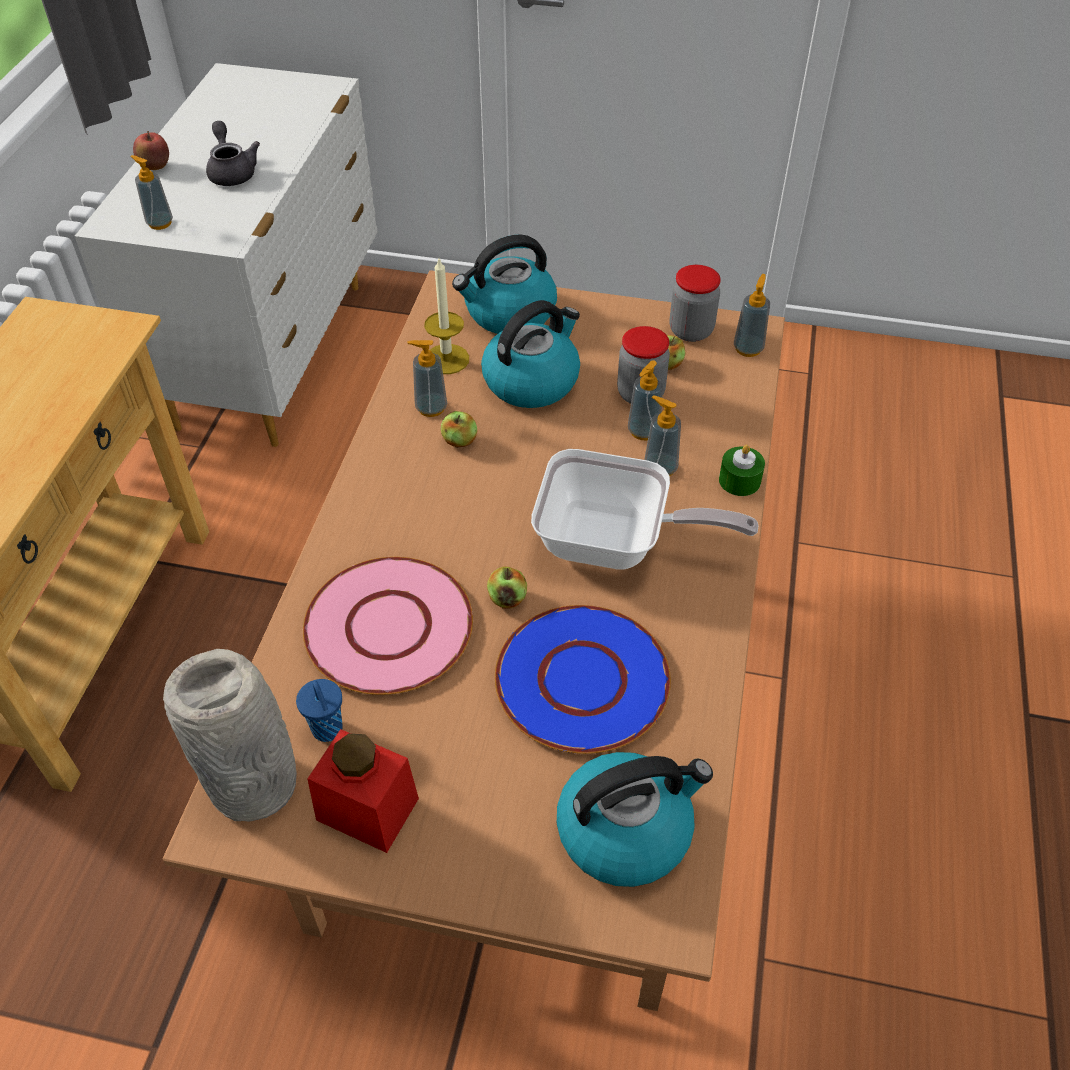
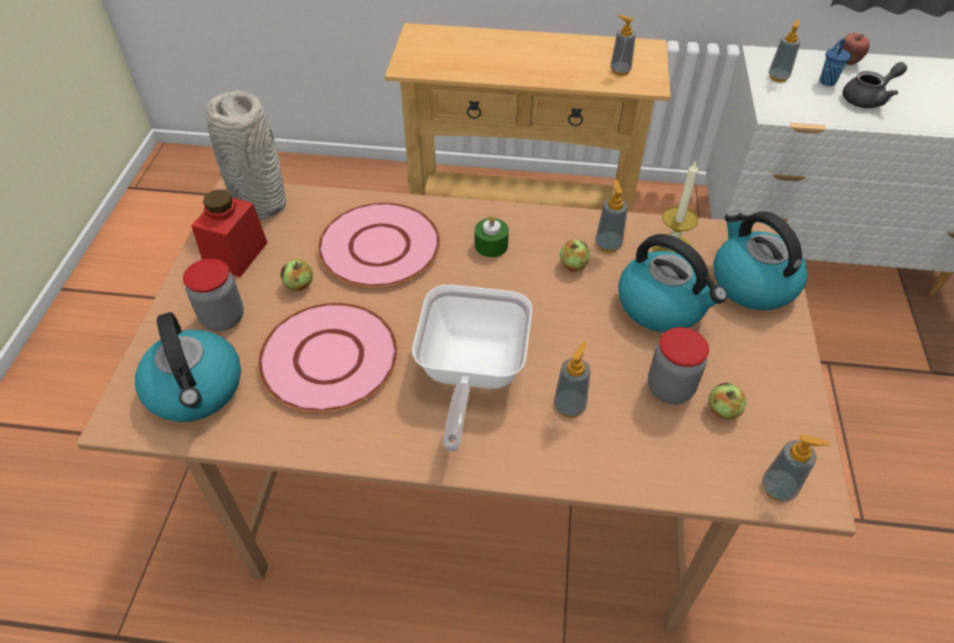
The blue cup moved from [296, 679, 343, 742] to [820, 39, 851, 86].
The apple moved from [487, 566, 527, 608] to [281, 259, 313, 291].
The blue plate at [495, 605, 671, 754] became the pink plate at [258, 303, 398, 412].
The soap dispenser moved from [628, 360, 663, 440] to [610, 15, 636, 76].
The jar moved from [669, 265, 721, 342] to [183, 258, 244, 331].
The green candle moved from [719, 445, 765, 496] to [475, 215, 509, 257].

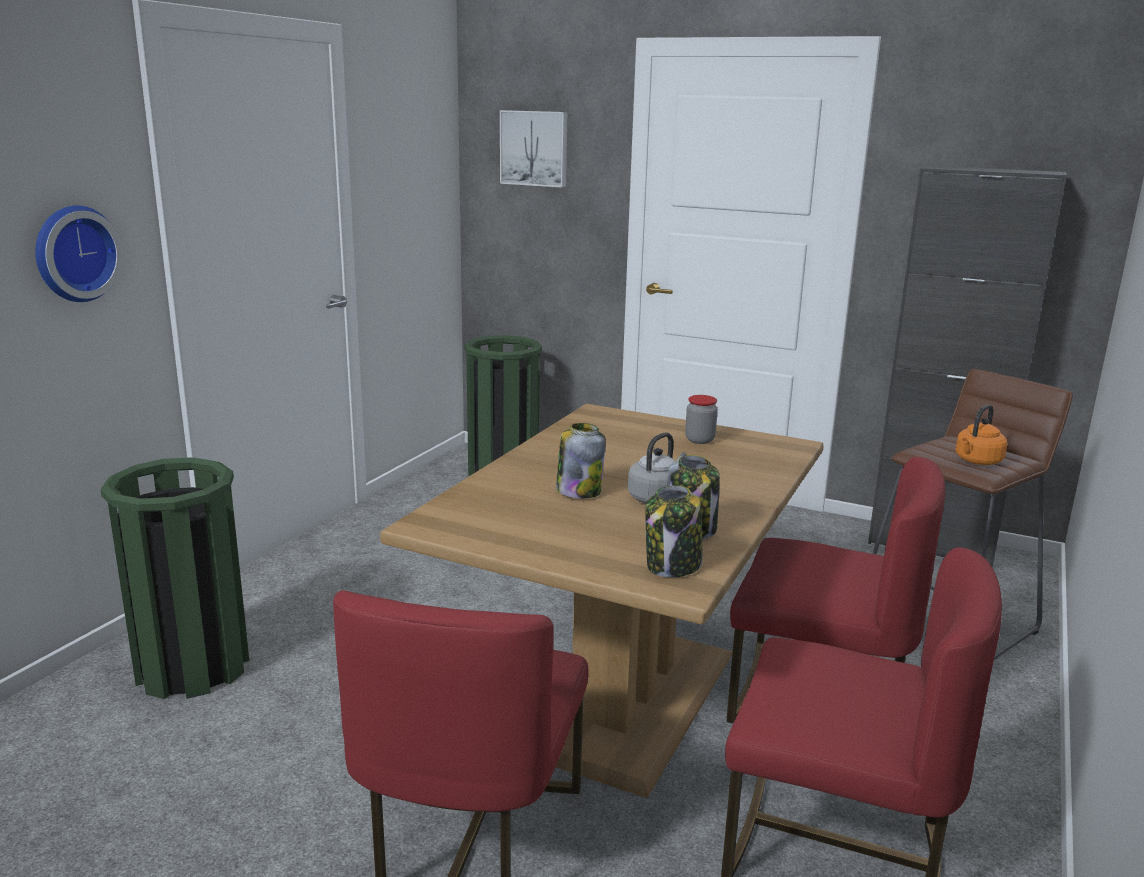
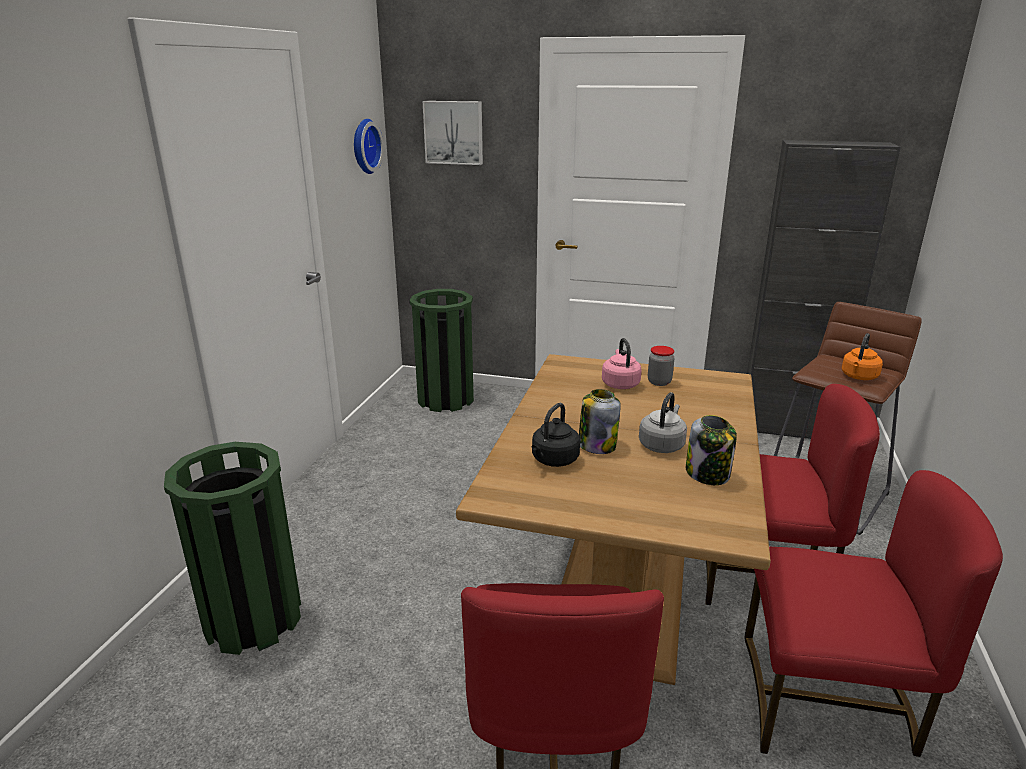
The wall clock moved from [36, 206, 123, 302] to [354, 119, 383, 174].
The jar at [645, 485, 702, 578] disappeared.
The black kettle at [532, 403, 580, 467] appeared.
The pink kettle at [602, 338, 642, 389] appeared.

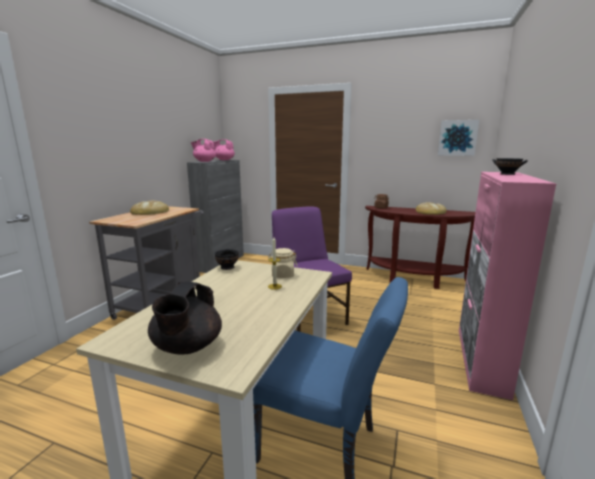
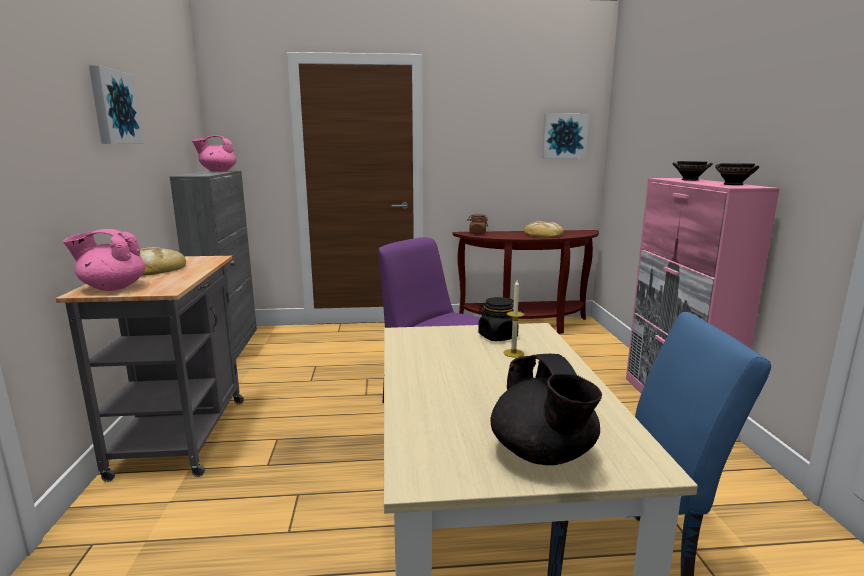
The pink teapot moved from [191, 139, 216, 162] to [63, 229, 145, 291].
The black bowl moved from [214, 249, 239, 270] to [715, 163, 759, 185].
The beige jar at [268, 248, 297, 278] became the black jar at [478, 297, 519, 341].
The picture at [89, 65, 144, 144] appeared.

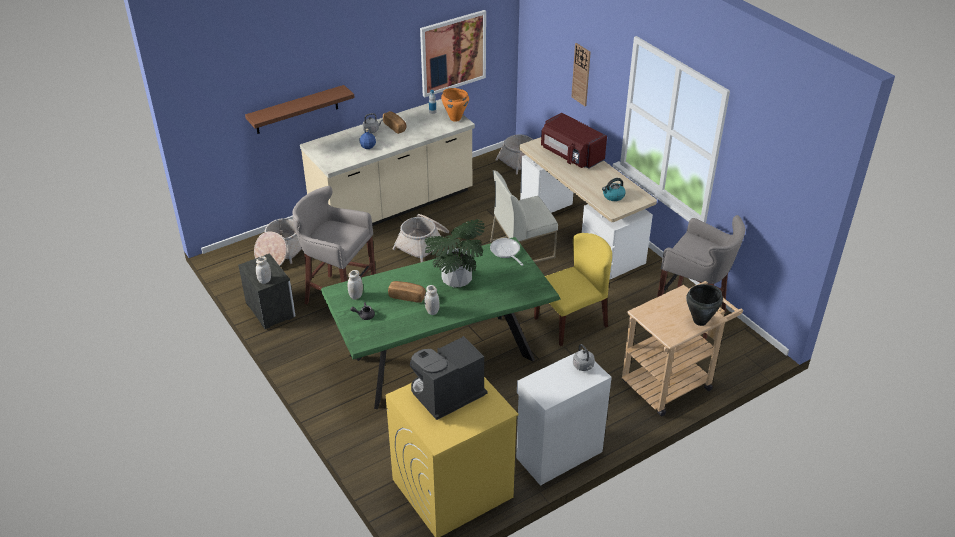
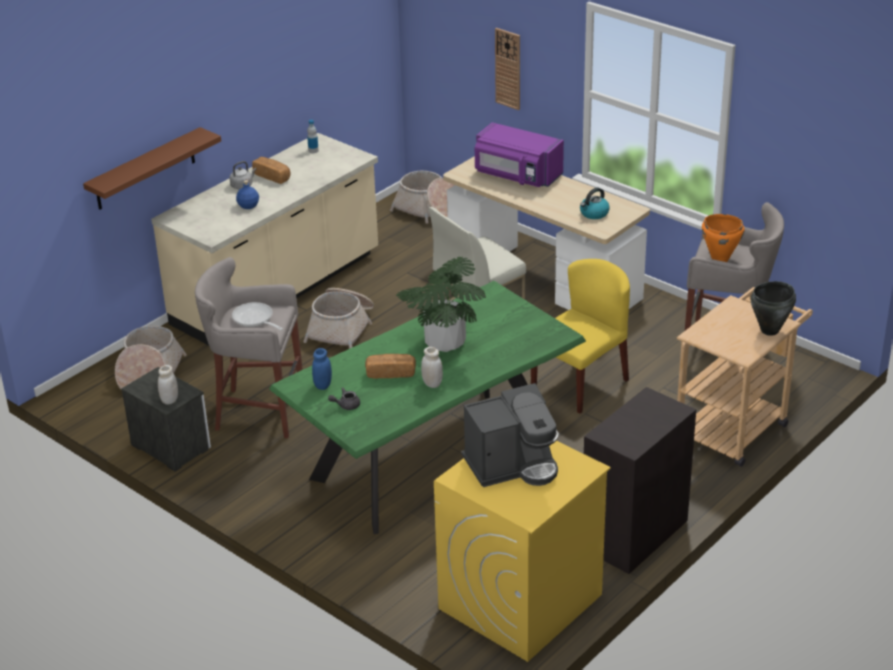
The white jar at [348, 270, 363, 300] became the blue jar at [312, 348, 332, 390].
The coffee machine at [410, 336, 487, 420] turned 150 degrees counterclockwise.
The picture at [420, 10, 486, 97] disappeared.
The orange cooking pot moved from [441, 88, 469, 122] to [702, 214, 744, 262].
The frying pan moved from [490, 238, 523, 266] to [232, 302, 283, 330].
The white cabinet at [516, 349, 612, 486] became the black cabinet at [584, 387, 696, 574].
The red microwave at [541, 113, 607, 169] became the purple microwave at [475, 122, 564, 187].
The grey kettle at [573, 344, 595, 371] disappeared.

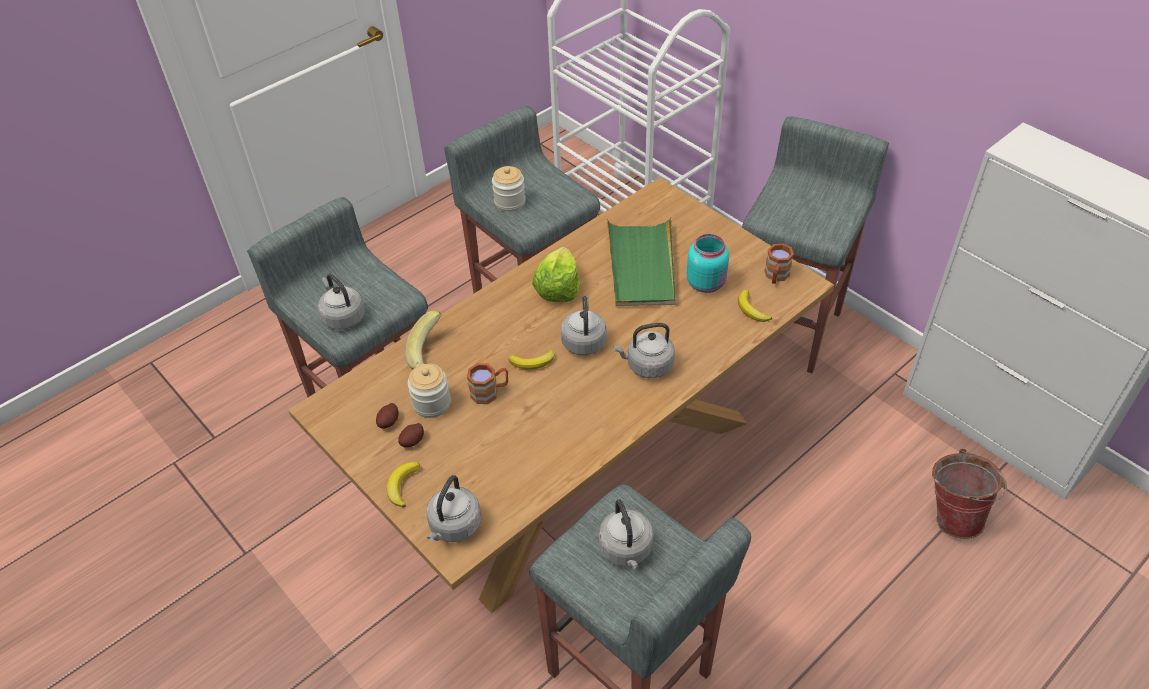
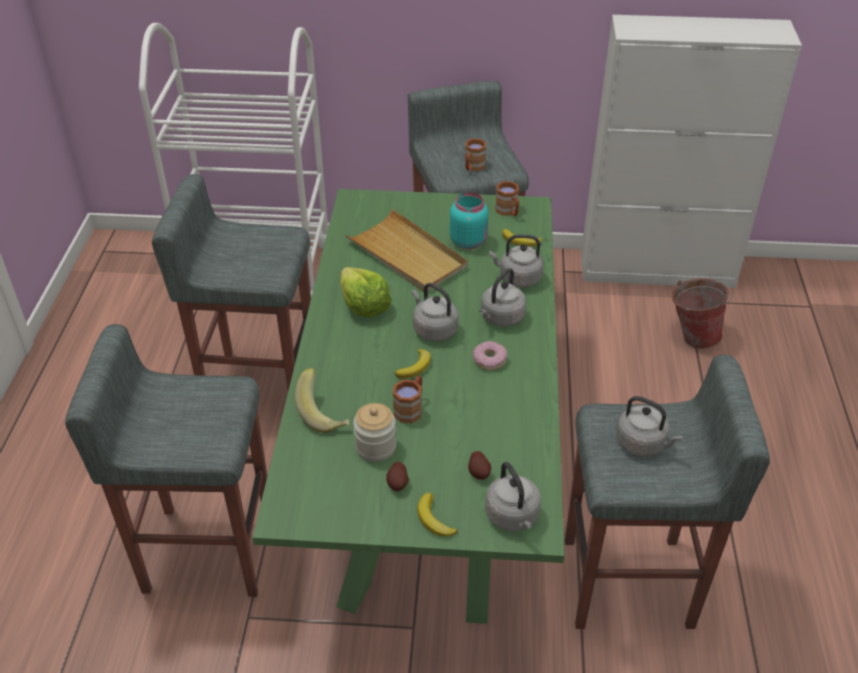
The brown dining table at [288, 177, 834, 613] became the green dining table at [252, 189, 564, 624].
The grey kettle moved from [318, 274, 365, 330] to [489, 234, 544, 287].
The potato moved from [376, 403, 398, 429] to [468, 451, 491, 480].
The jar at [492, 166, 526, 212] disappeared.
The green tray at [607, 217, 676, 306] became the beige tray at [344, 209, 468, 292].
The brown mug at [465, 139, 486, 171] appeared.
The donut at [473, 341, 507, 370] appeared.

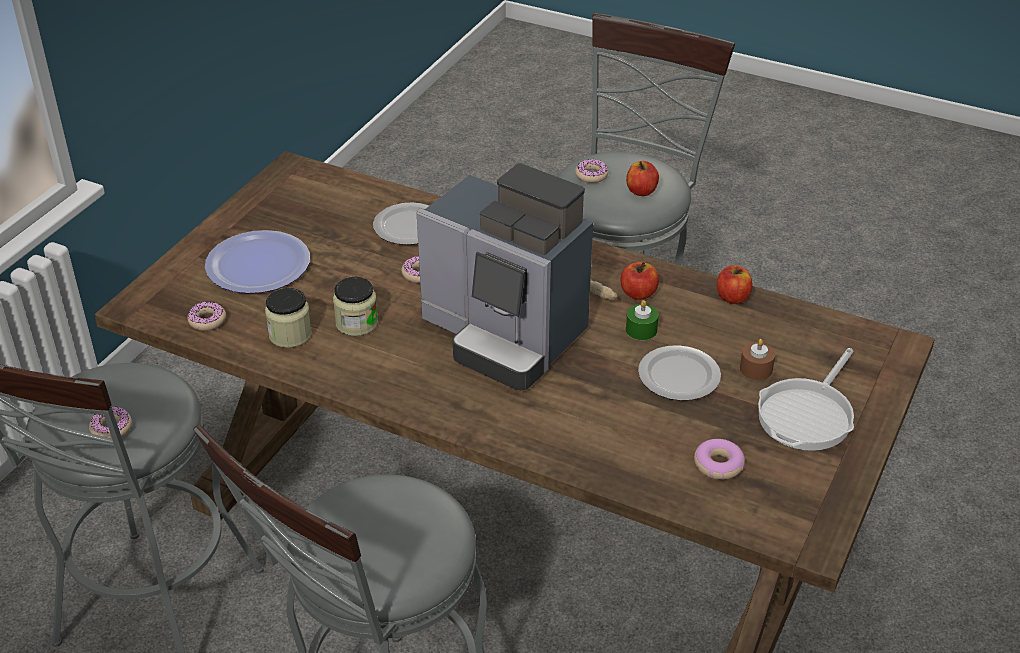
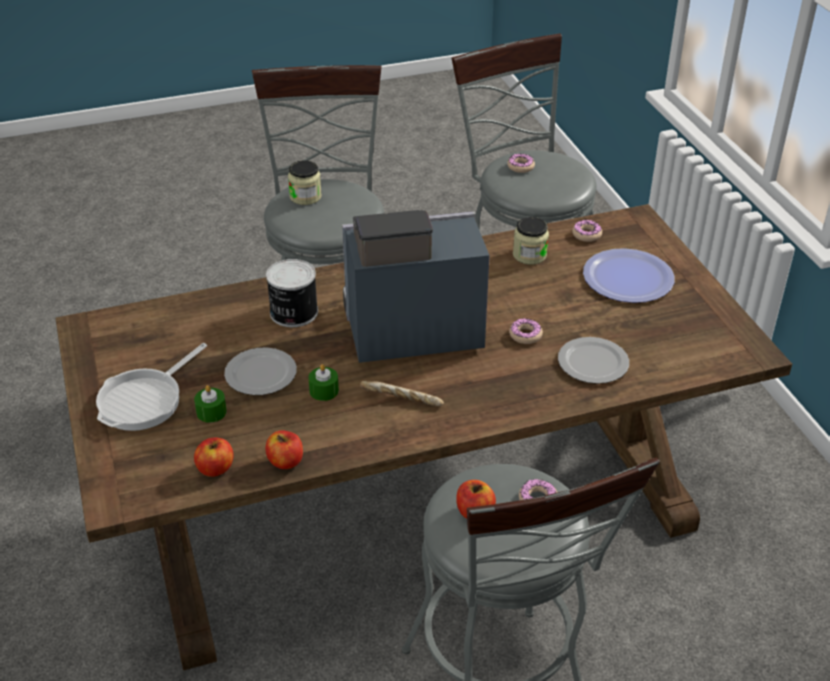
The jar moved from [333, 277, 378, 336] to [288, 160, 322, 205].
The apple moved from [621, 262, 659, 300] to [194, 437, 234, 477].
The donut at [694, 439, 745, 480] disappeared.
The brown candle at [740, 339, 775, 380] became the green candle at [194, 385, 227, 423].
The frying pan at [758, 348, 854, 451] turned 135 degrees counterclockwise.
The can at [266, 259, 318, 327] appeared.

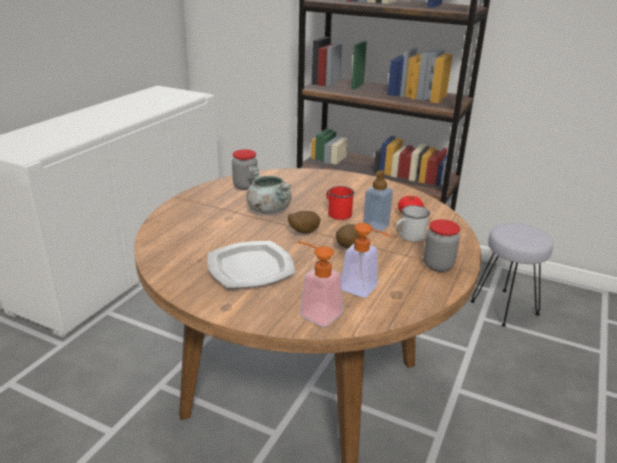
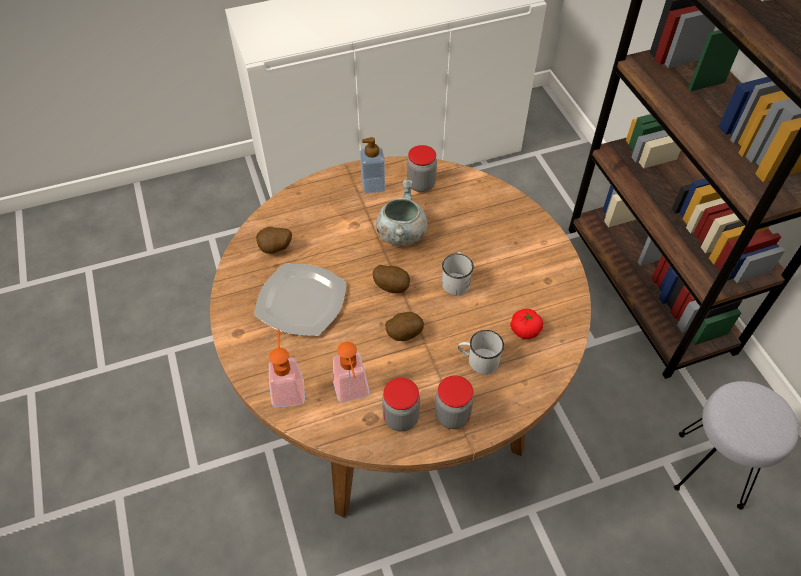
The red mug at [327, 186, 355, 220] became the white mug at [442, 252, 474, 295].
The soap dispenser moved from [363, 170, 393, 233] to [360, 137, 385, 194].
The potato at [256, 227, 292, 254] appeared.
The jar at [382, 378, 420, 432] appeared.

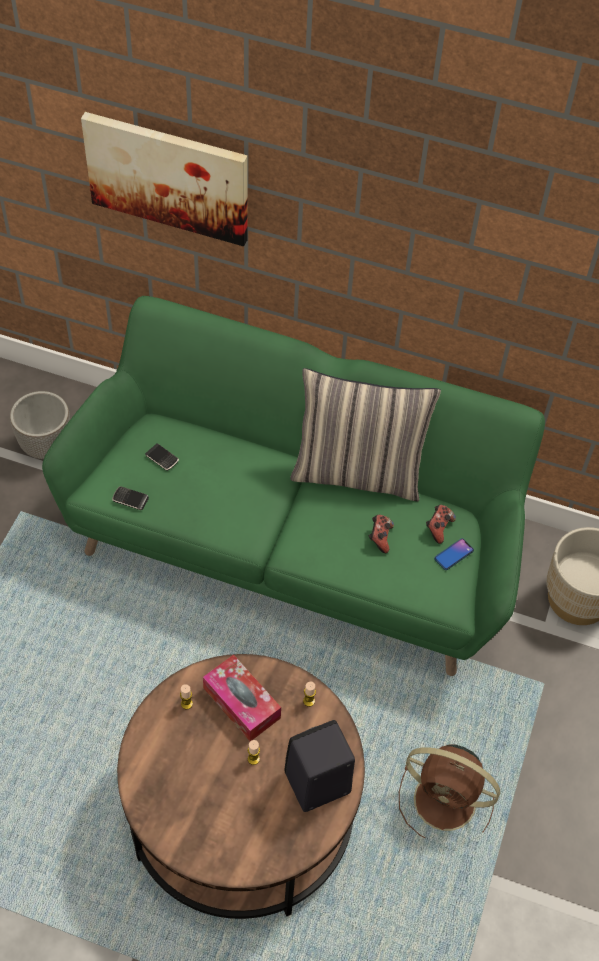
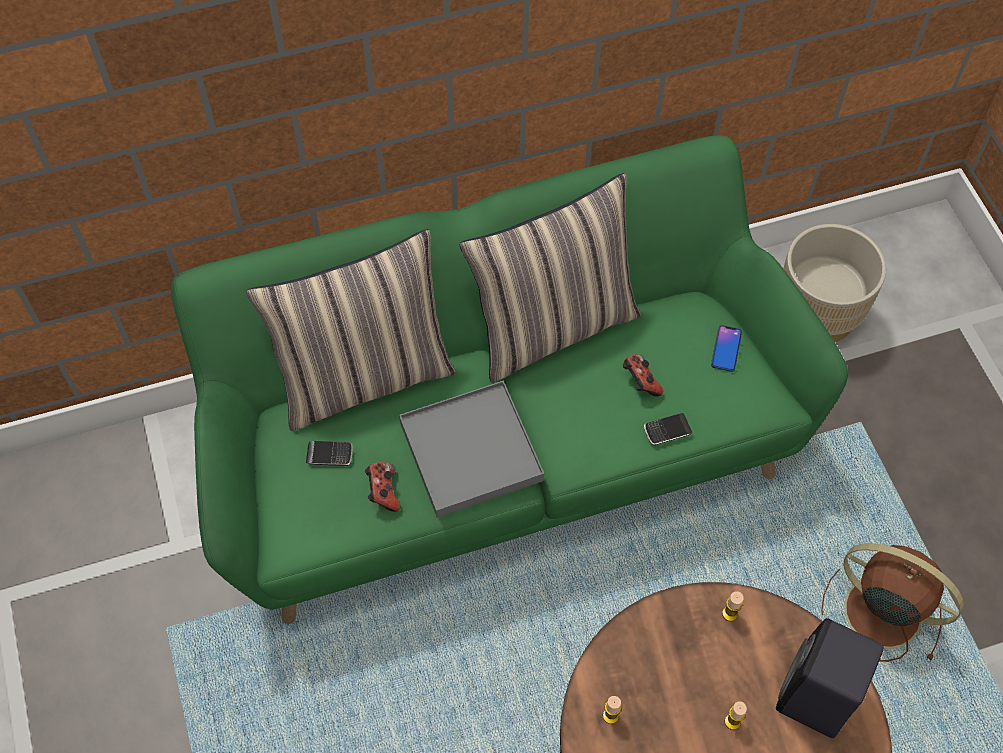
The planter at [10, 391, 70, 459] disappeared.
The picture at [81, 112, 248, 246] disappeared.
The phone moved from [112, 486, 149, 510] to [644, 413, 692, 445].
The tissue box at [203, 655, 281, 741] disappeared.
The brown fan at [399, 745, 500, 838] turned 135 degrees counterclockwise.
The game controller moved from [426, 505, 456, 544] to [365, 462, 401, 512].
The pillow at [246, 229, 456, 431] appeared.
The grey tray at [399, 381, 544, 518] appeared.

